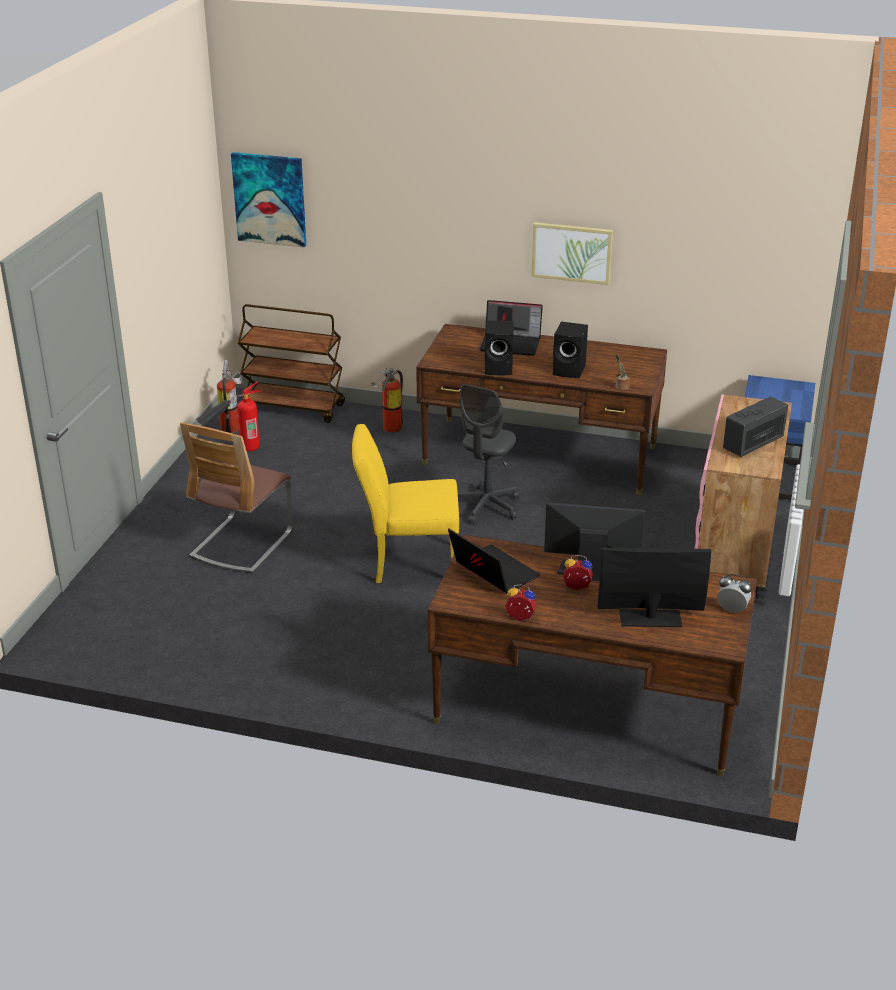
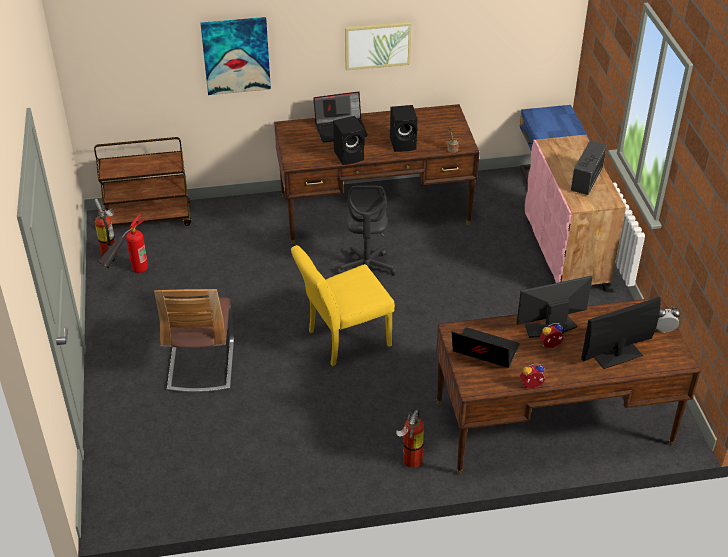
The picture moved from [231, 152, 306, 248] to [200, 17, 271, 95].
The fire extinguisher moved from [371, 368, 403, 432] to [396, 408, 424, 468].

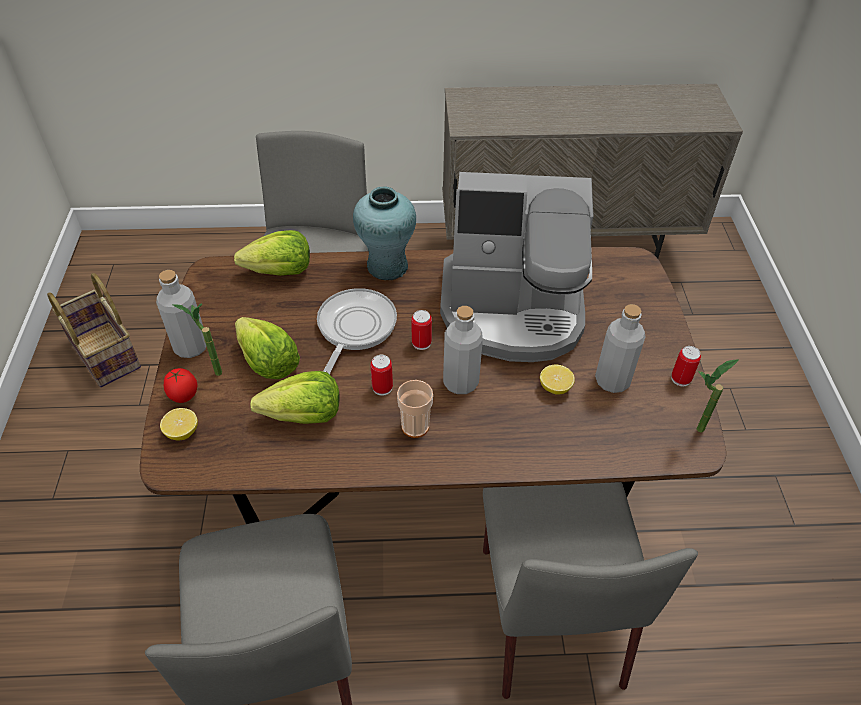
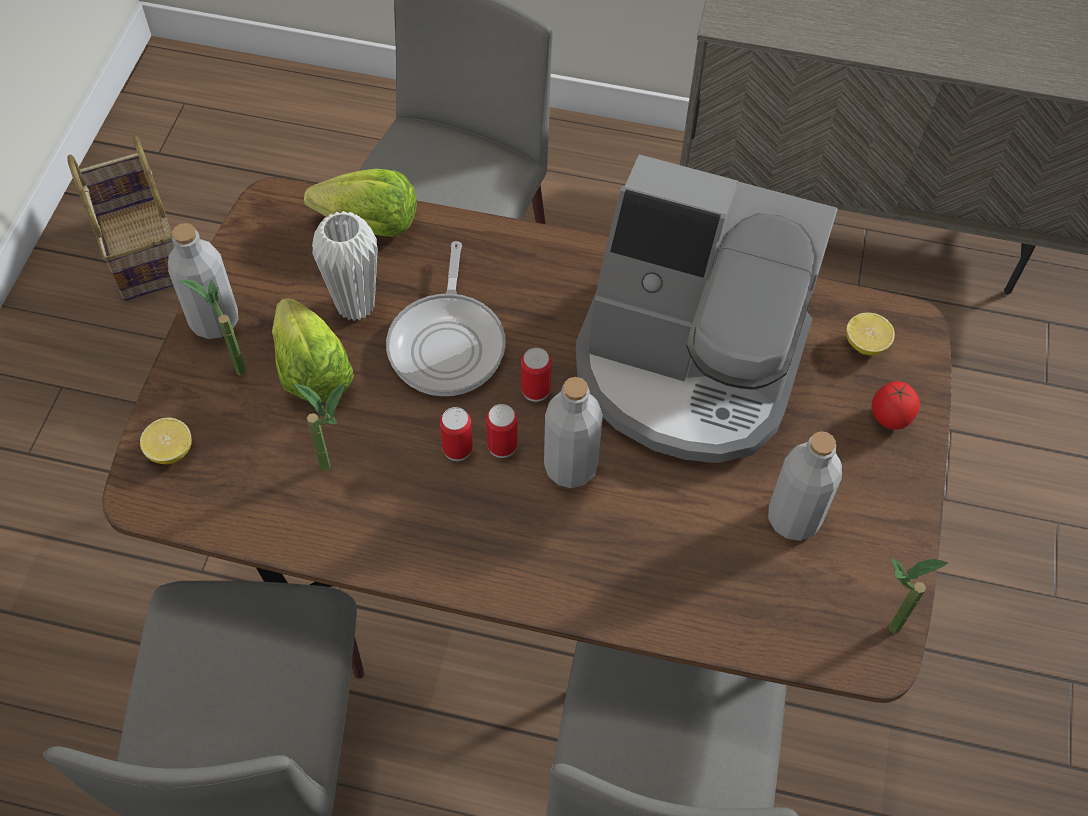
The tomato moved from [164, 368, 197, 403] to [872, 381, 920, 430].
The lettuce at [250, 371, 339, 424] was replaced by the potted plant at [294, 383, 345, 472].
The frying pan at [317, 288, 397, 374] turned 150 degrees clockwise.
The turquoise vase at [353, 187, 416, 280] disappeared.
The cup at [397, 380, 433, 438] disappeared.
The lemon moved from [540, 365, 575, 395] to [846, 313, 895, 355].
The can moved from [671, 346, 701, 386] to [486, 404, 518, 458].
The white vase at [312, 211, 378, 321] appeared.

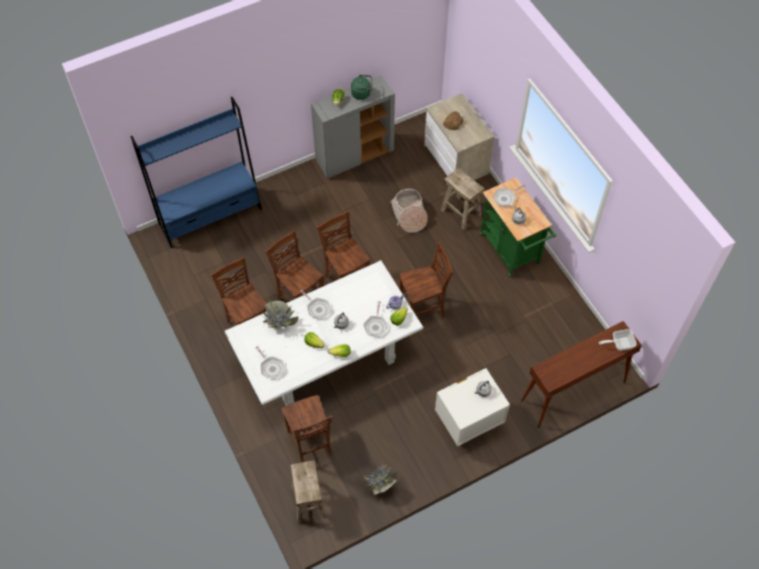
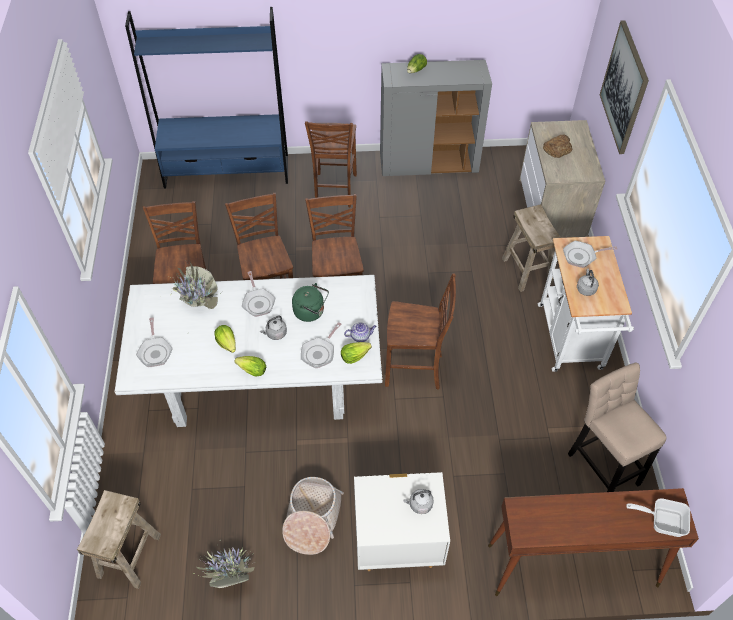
The brown chair moved from [281, 395, 332, 462] to [305, 121, 357, 208].
The green kettle moved from [351, 75, 373, 100] to [292, 283, 329, 322].
The basket moved from [390, 189, 427, 233] to [282, 477, 344, 555].
The green cart at [479, 178, 556, 277] became the white cart at [538, 236, 634, 372].
The beige stool at [568, 362, 666, 492] appeared.
The picture at [600, 20, 649, 154] appeared.

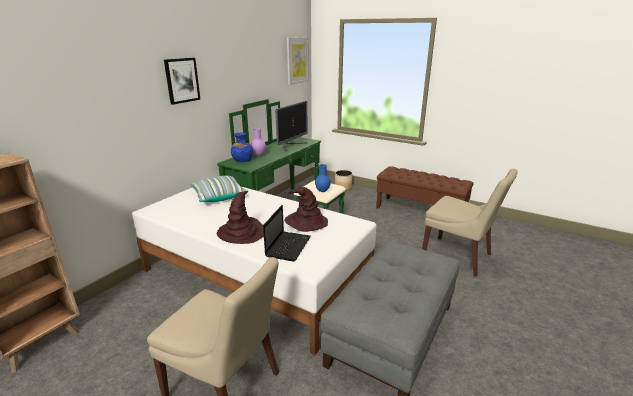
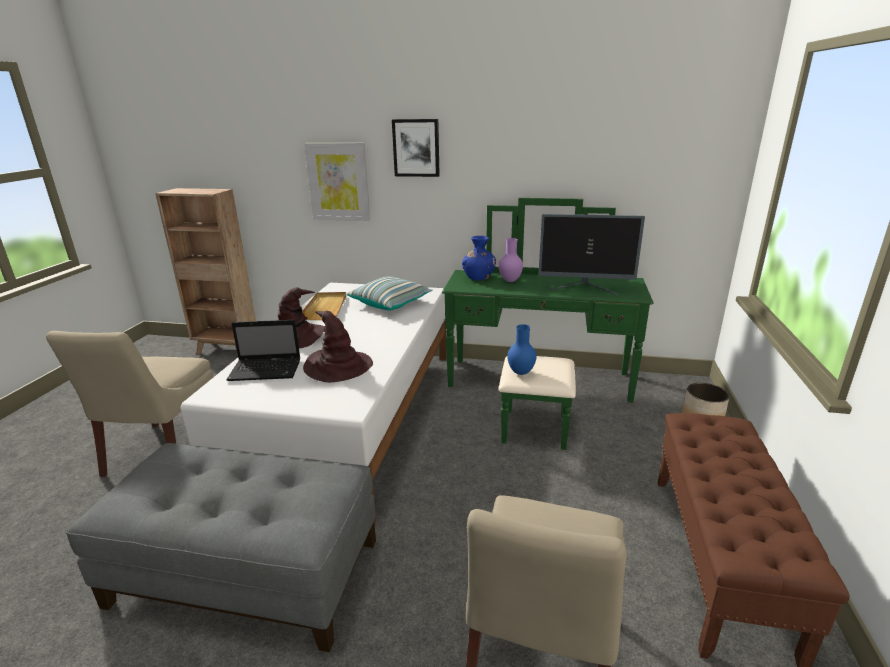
The picture moved from [287, 37, 309, 85] to [304, 143, 370, 221].
The beige tray at [302, 292, 346, 320] appeared.

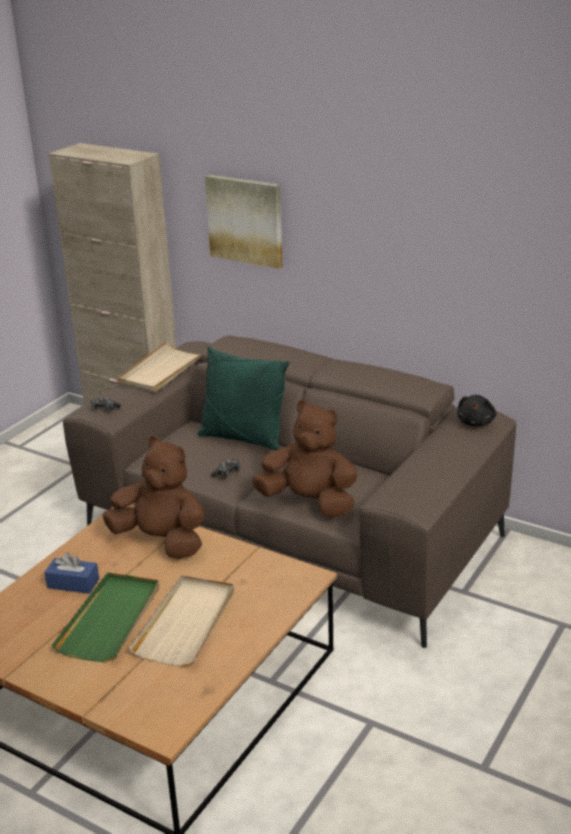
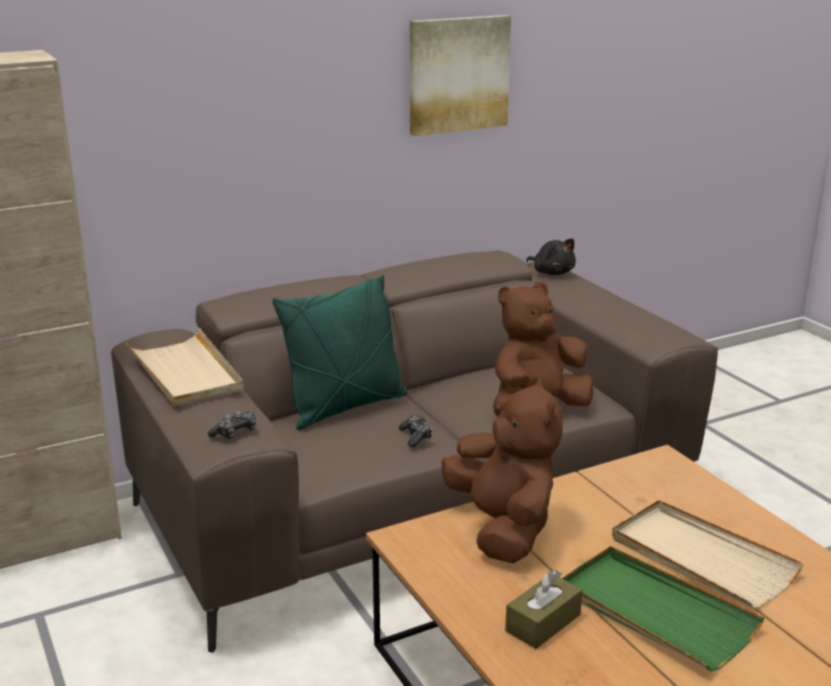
The blue tissue box at [44, 552, 99, 594] became the brown tissue box at [505, 570, 582, 649].
The brown plush toy at [102, 436, 204, 559] turned 105 degrees clockwise.
The picture moved from [205, 175, 283, 269] to [410, 15, 511, 136].

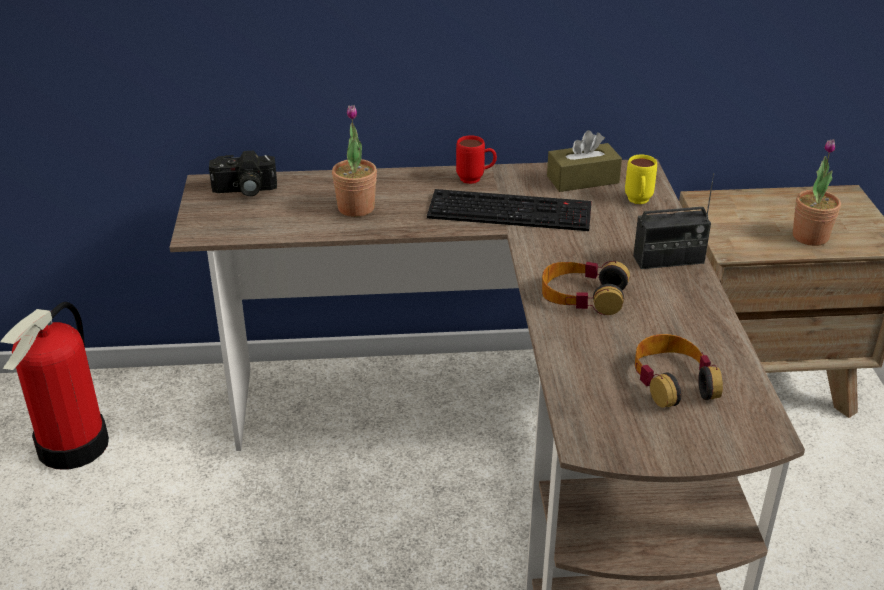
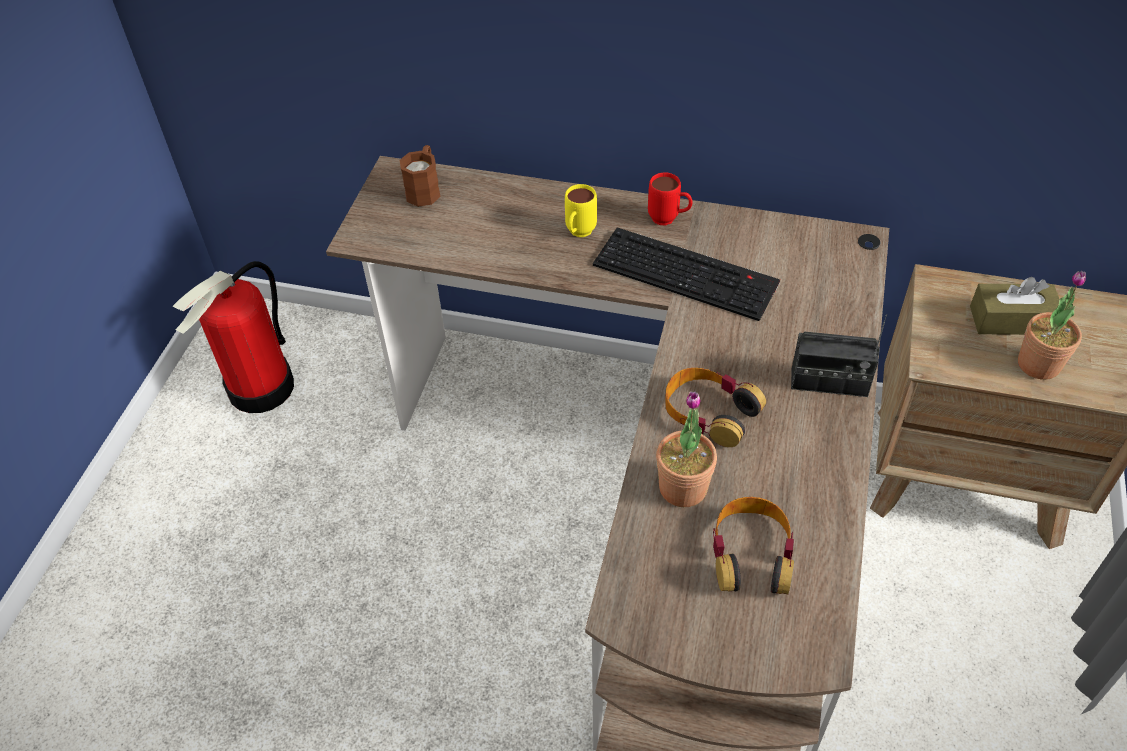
The photo camera at [209, 151, 277, 196] was replaced by the brown mug at [400, 145, 441, 207].
The potted plant moved from [332, 105, 377, 217] to [656, 391, 717, 507].
The brown tissue box moved from [547, 130, 622, 192] to [970, 277, 1059, 335].
The yellow mug moved from [625, 155, 657, 204] to [565, 184, 597, 237].

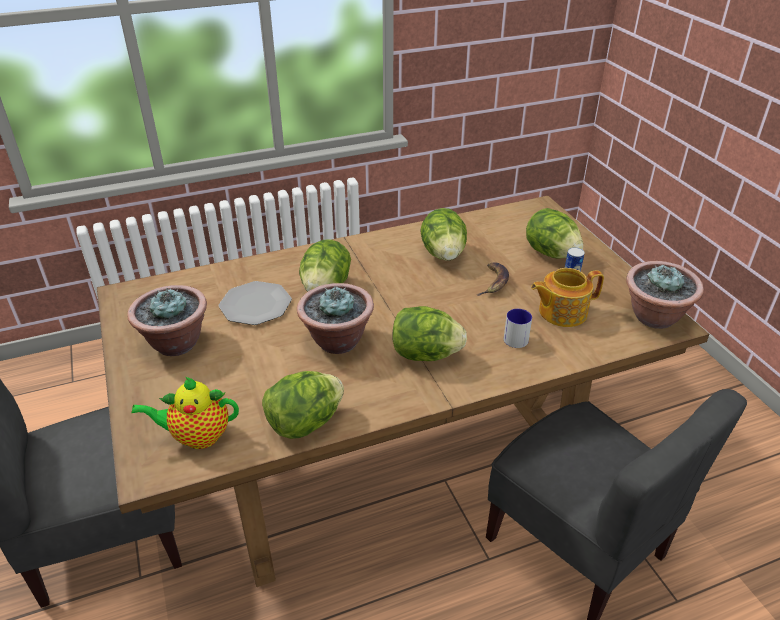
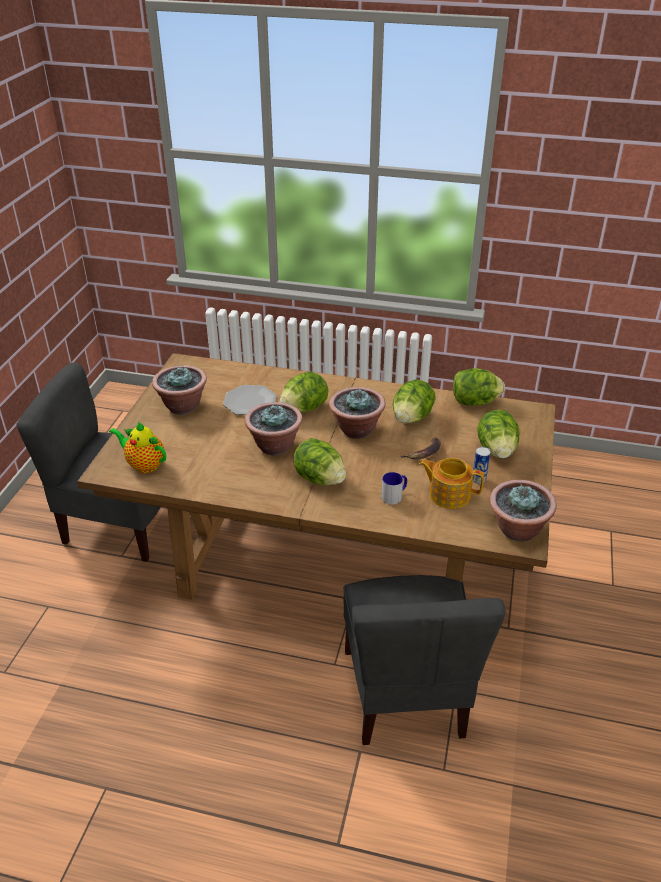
The lettuce moved from [262, 371, 344, 439] to [453, 368, 505, 406].
The potted plant at [329, 387, 386, 439] appeared.

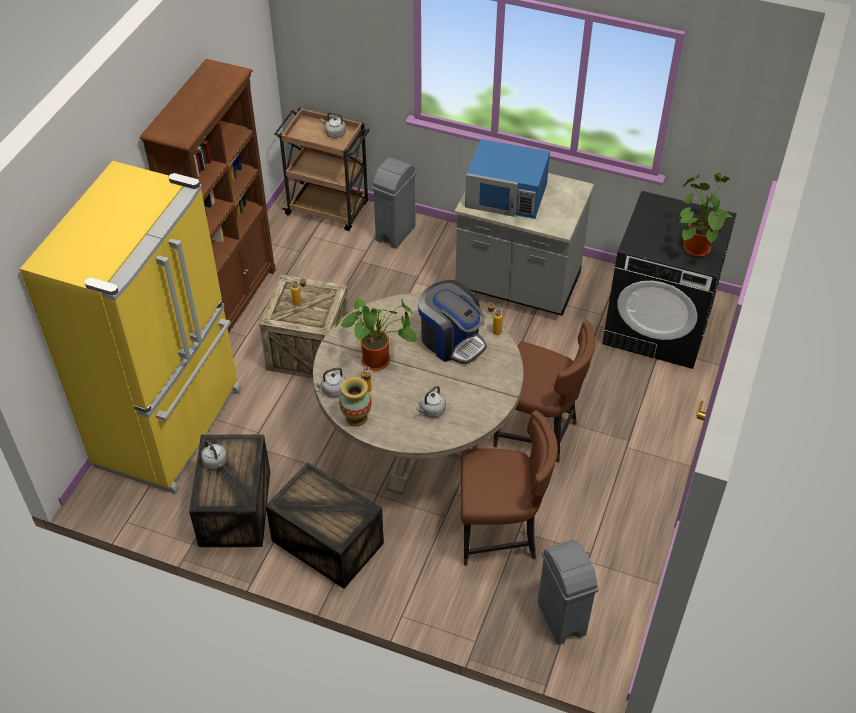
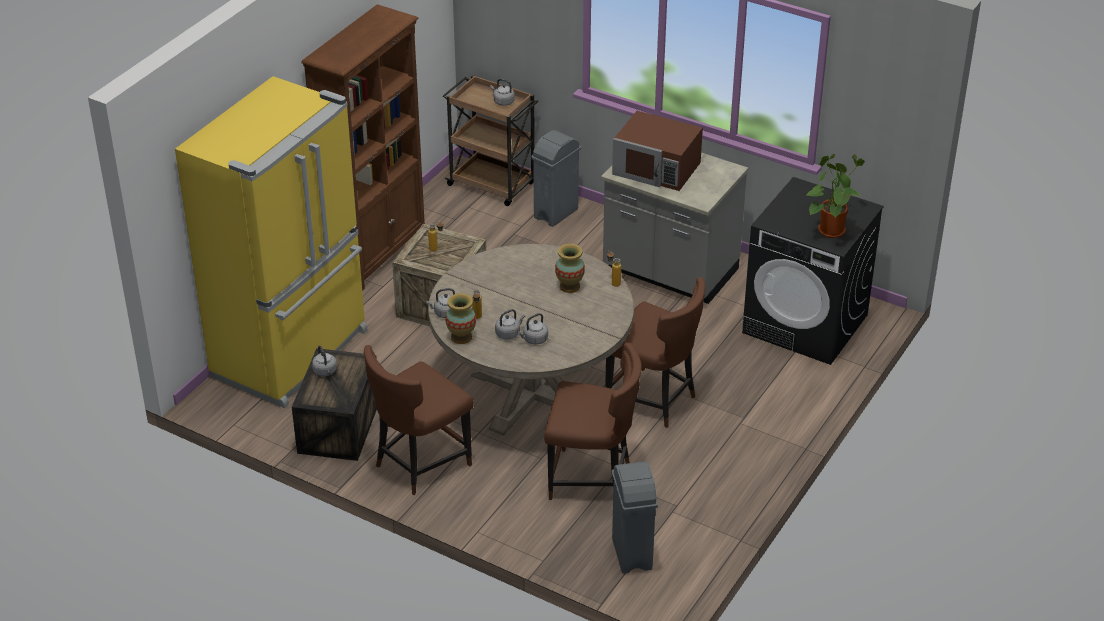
The crate at [265, 462, 384, 589] was replaced by the brown chair at [364, 345, 474, 495].
The potted plant at [334, 298, 417, 371] disappeared.
The coffee machine at [418, 280, 487, 364] was replaced by the vase at [555, 244, 585, 293].
The blue microwave at [465, 139, 550, 219] became the brown microwave at [612, 111, 703, 191].
The grey kettle at [495, 309, 525, 339] appeared.

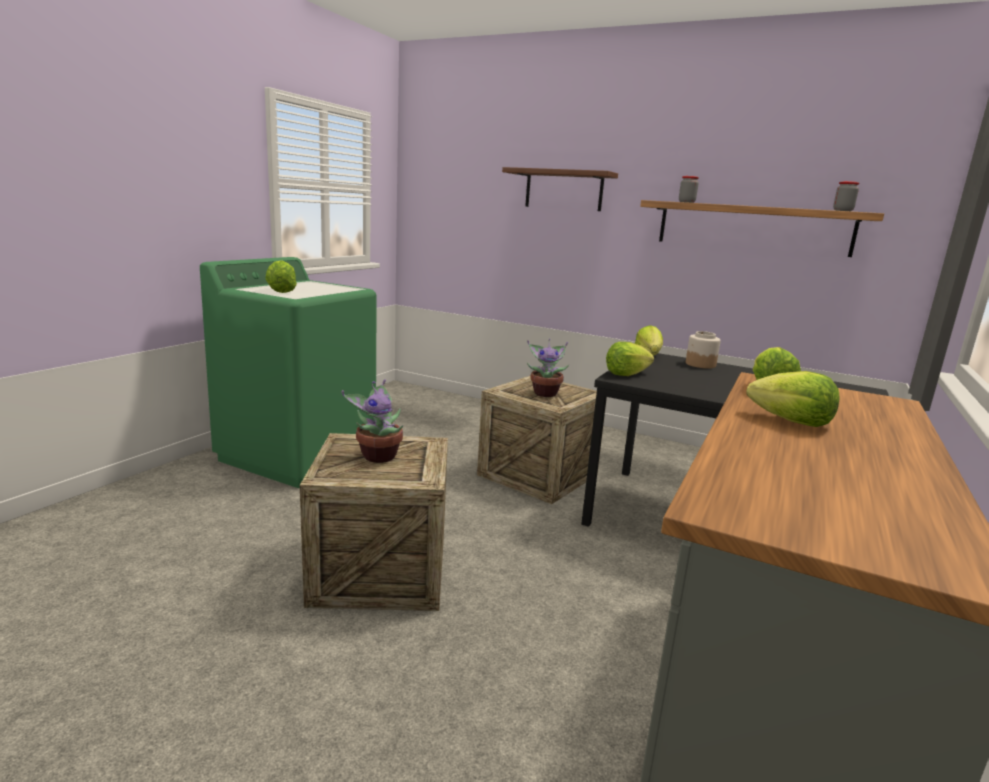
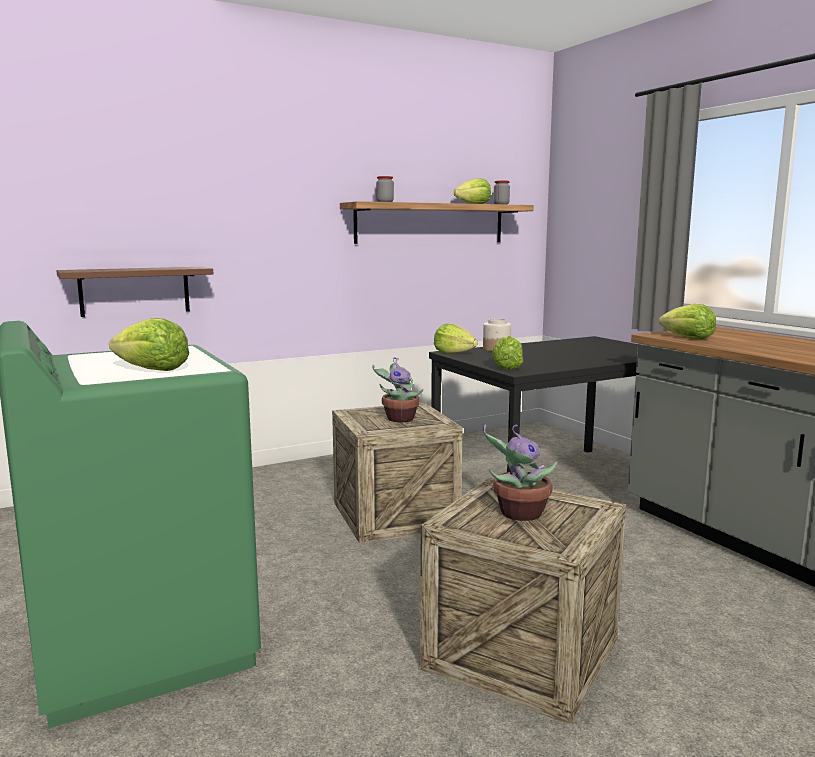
The brown shelf moved from [502, 167, 618, 211] to [56, 267, 213, 317].
The lettuce moved from [746, 371, 840, 427] to [454, 178, 491, 204].

